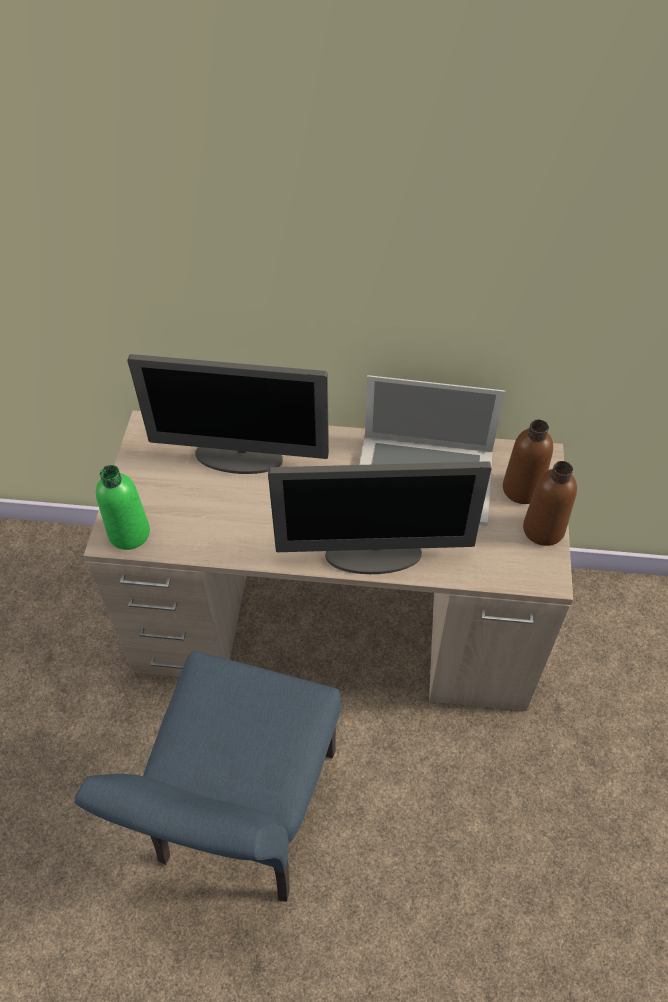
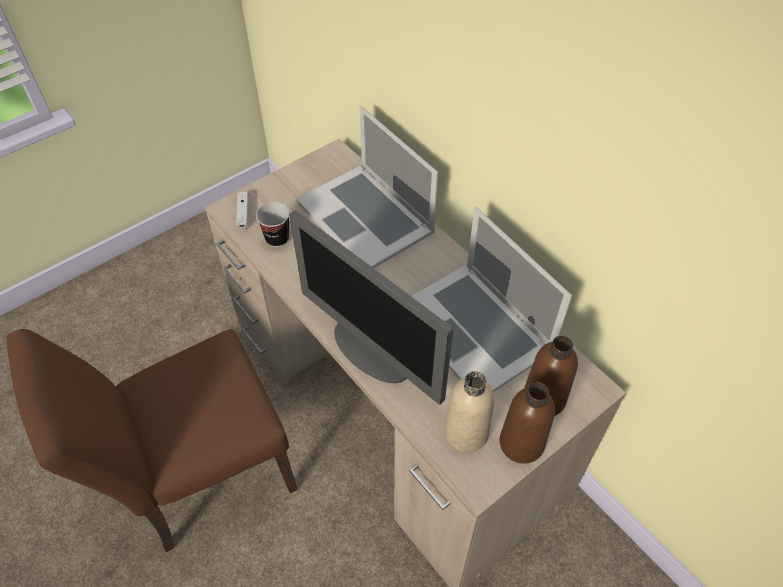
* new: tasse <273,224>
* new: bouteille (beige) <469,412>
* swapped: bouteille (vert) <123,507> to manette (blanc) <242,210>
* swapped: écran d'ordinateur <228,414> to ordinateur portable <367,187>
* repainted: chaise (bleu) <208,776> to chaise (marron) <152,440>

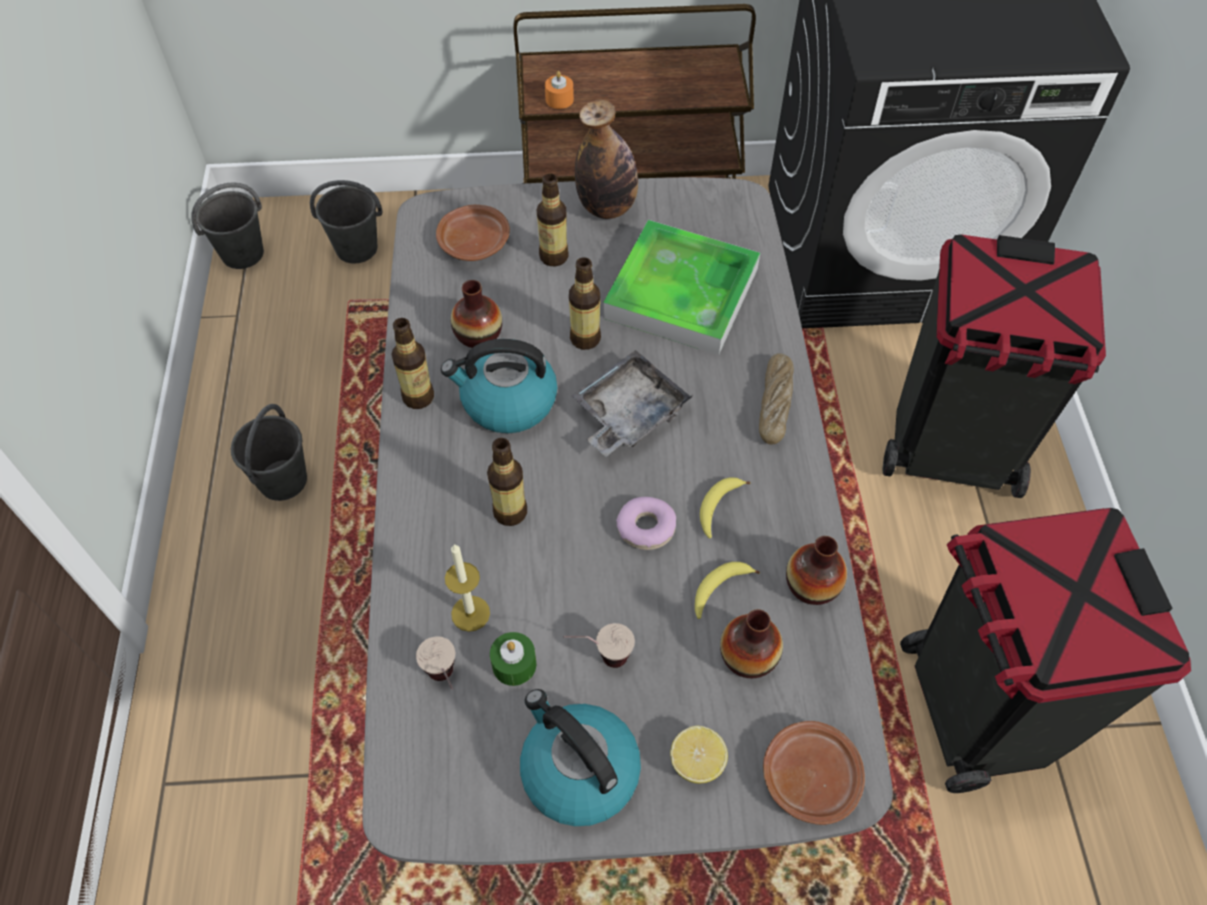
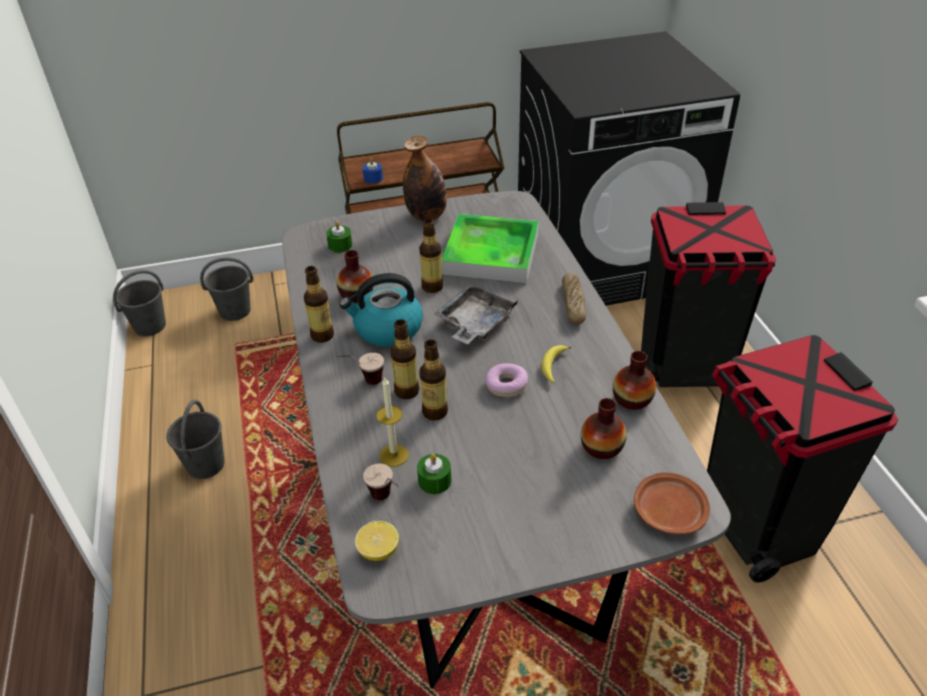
* gone: bouilloire <580,757>
* gone: banane <727,590>
* shifted: bouteille <552,219> to <433,380>
* shifted: tasse <599,645> to <360,369>
* shifted: citron <699,754> to <377,541>
* swapped: assiette (marron) <473,233> to bougie (vert) <339,237>
* repainted: bougie (orange) <559,90> to bougie (bleu) <372,171>

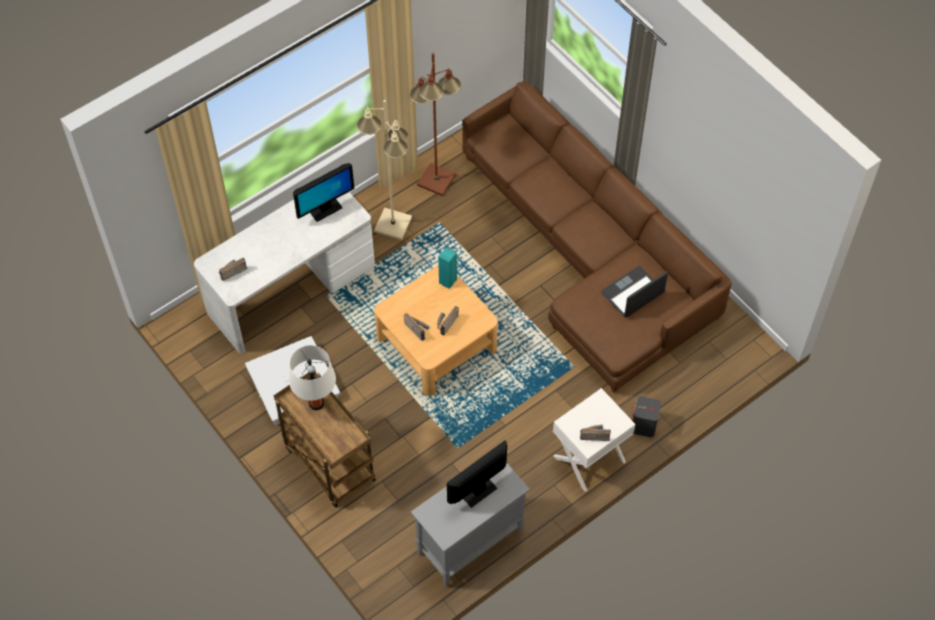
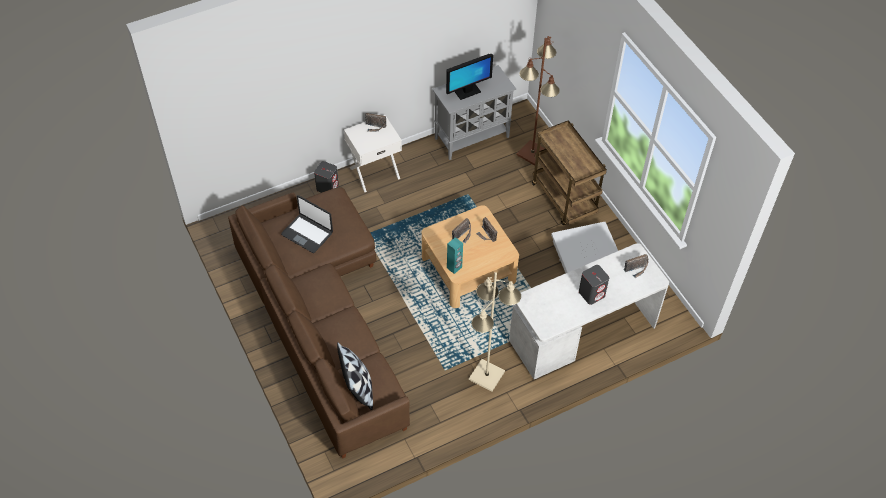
* gone: lampe de table (blanc) <312,377>
* gone: écran d'ordinateur <323,192>
* new: coussin <355,376>
* new: enceinte (gris) <594,285>
* shifted: lampadaire (marron) <435,124> to <538,101>
* rotated: ordinateur portable <634,291> = <307,224> 60 degrees clockwise

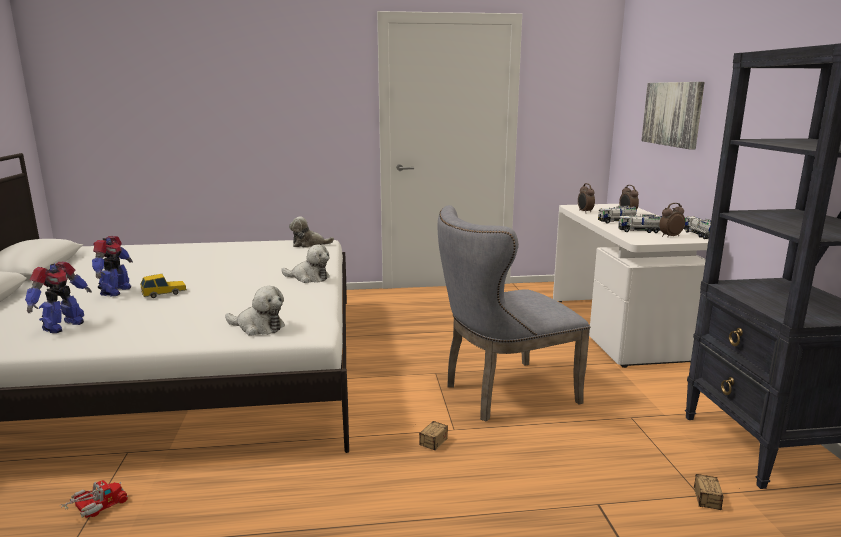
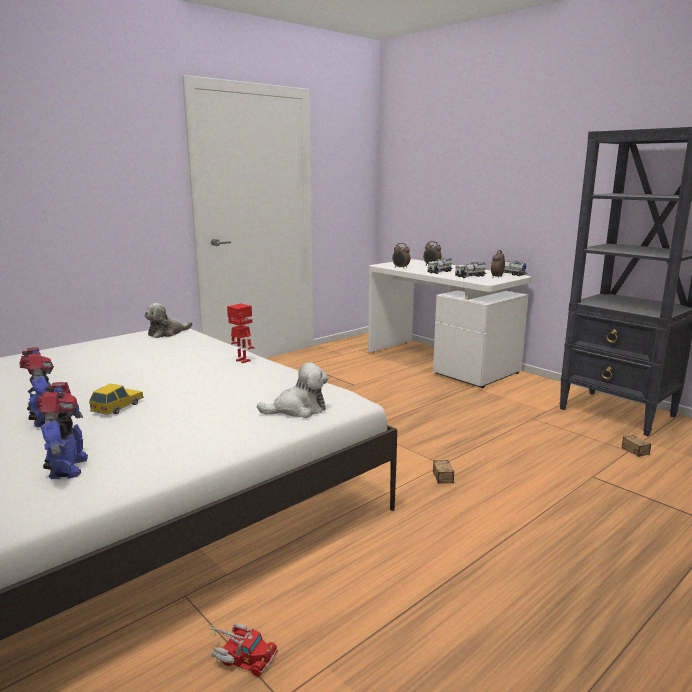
* gone: chaise (gris) <514,313>
* gone: tableau <672,115>
* swapped: peluche <305,263> to robot jouet <240,333>
* rotated: camion jouet <93,499> = <243,650> 105 degrees clockwise

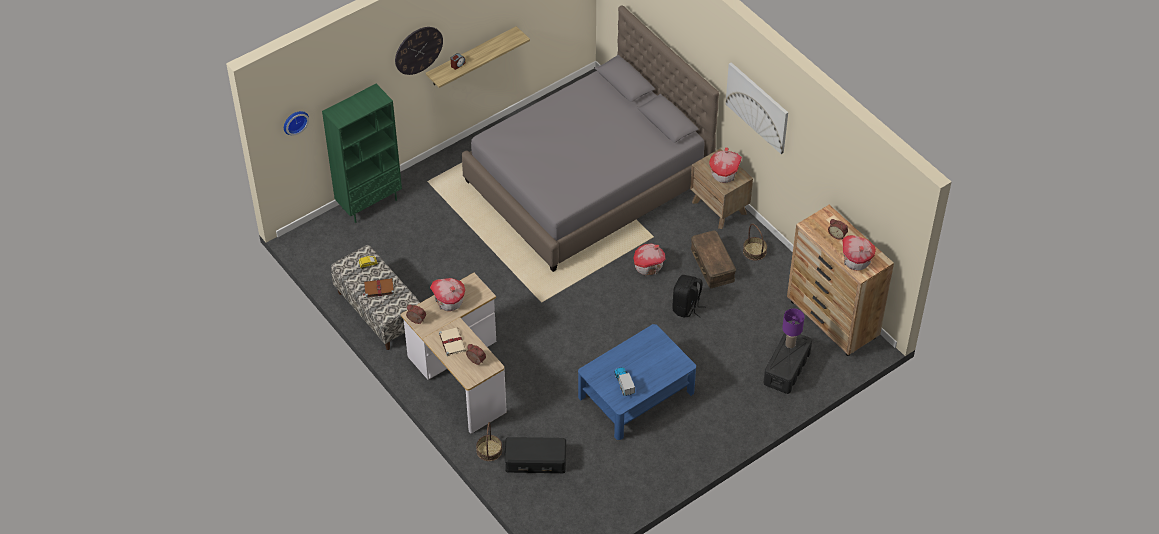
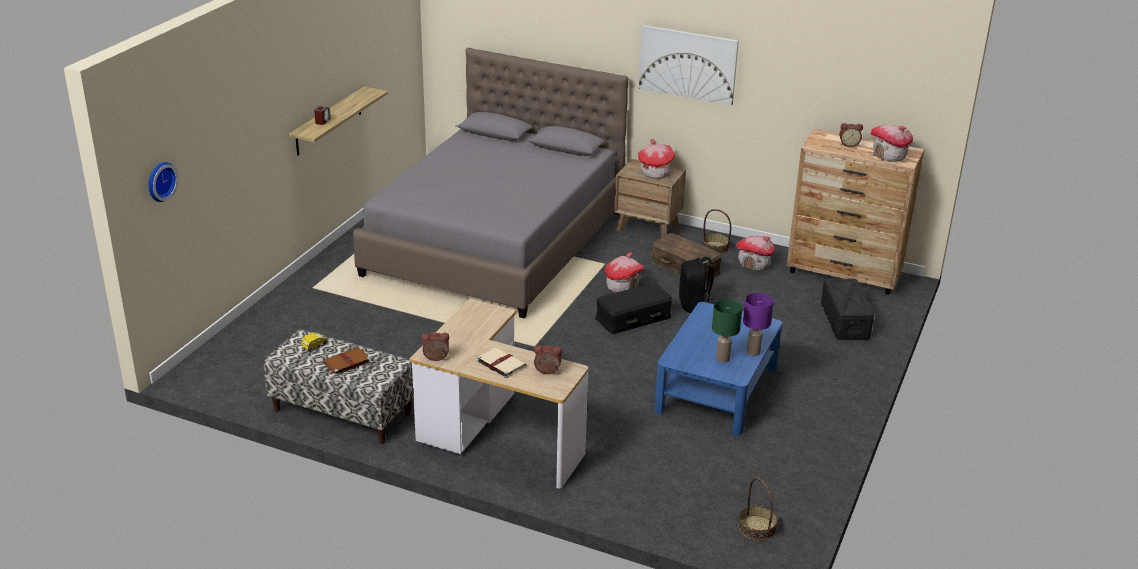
* gone: bibliothèque (vert) <362,153>
* gone: horloge murale <419,51>
* shifted: maison miniature <447,294> to <755,253>
* shifted: panier <489,441> to <758,509>
* shifted: boîte de rangement (noir) <535,455> to <634,308>
* shifted: lampe de table (violet) <793,328> to <758,324>
* swapped: camion jouet <625,381> to lampe de table (vert) <727,331>

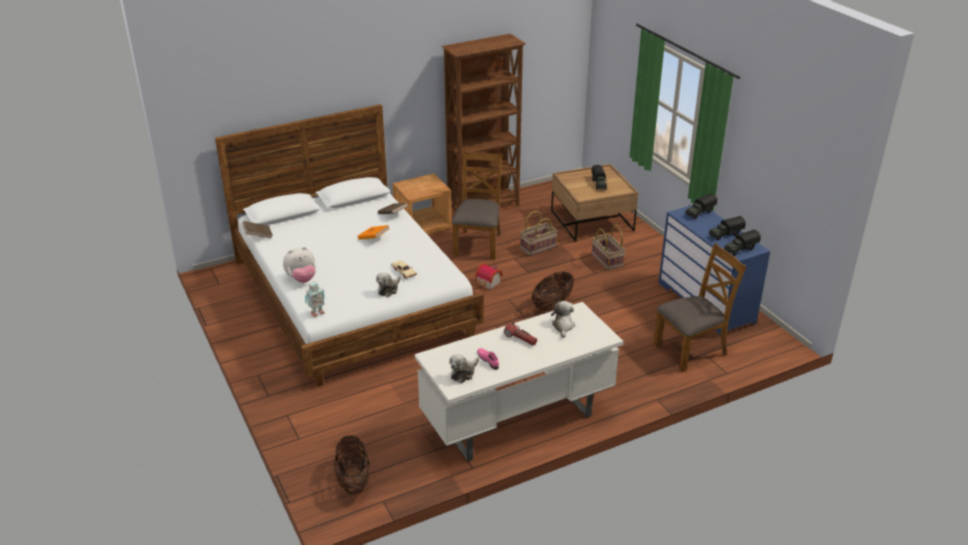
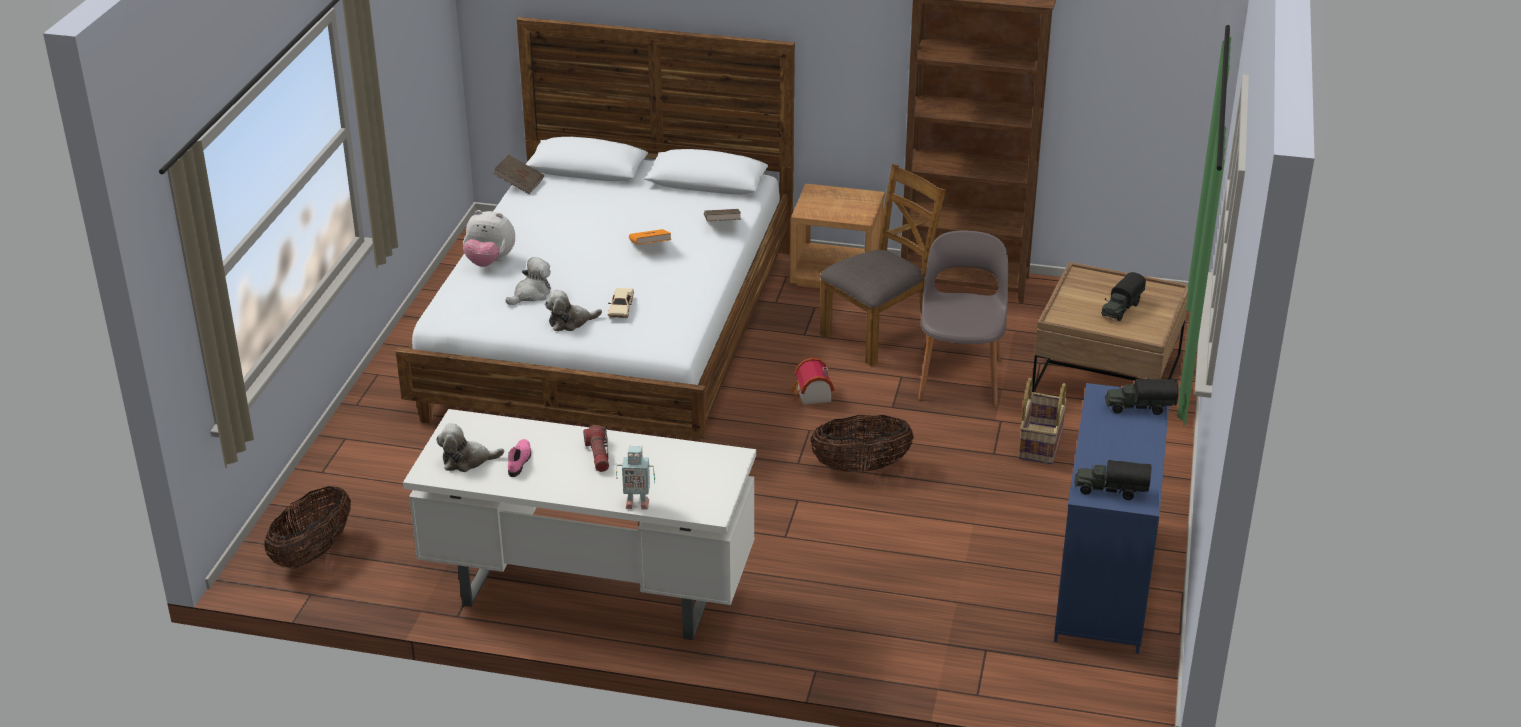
* gone: chaise (marron) <700,307>
* gone: camion jouet <727,228>
* shifted: robot jouet <315,299> to <635,478>
* shifted: peluche <563,319> to <528,281>
* swapped: panier <538,233> to chaise (gris) <963,318>

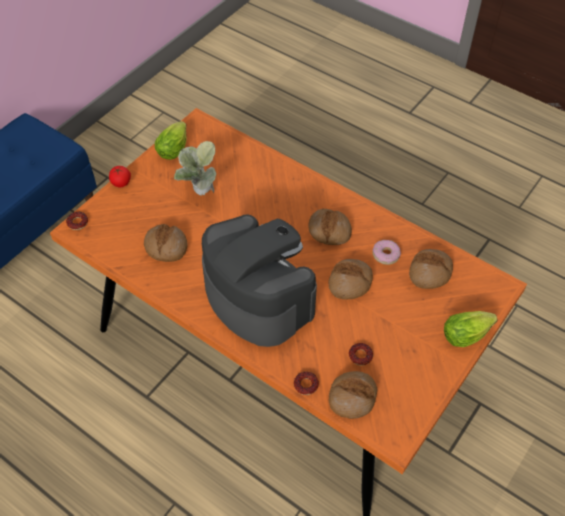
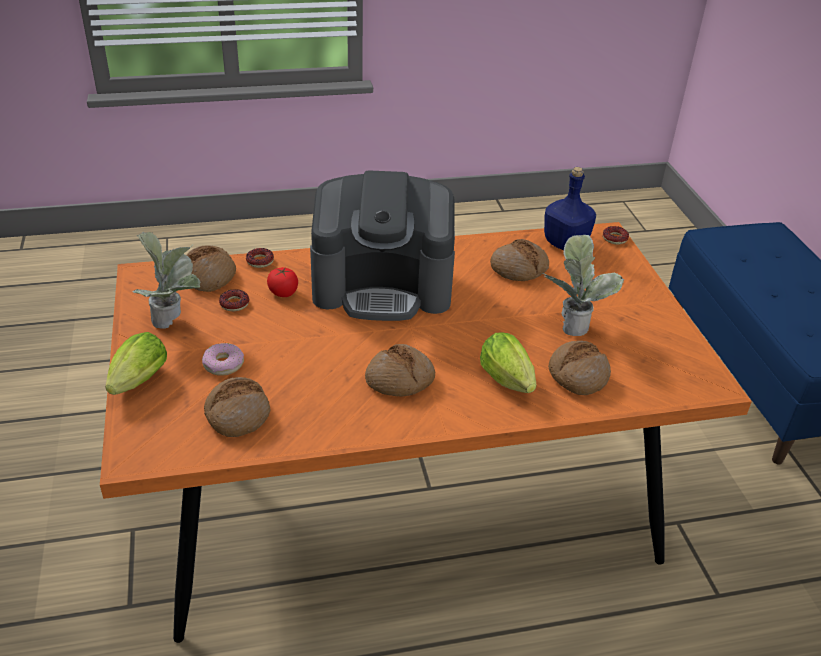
* new: plante en pot <166,280>
* new: bouteille (bleu) <570,208>
* shifted: tomate <120,176> to <282,282>
* shifted: laitue <170,140> to <508,362>
* shifted: pain <351,279> to <579,368>
* shifted: beignet <387,252> to <223,359>

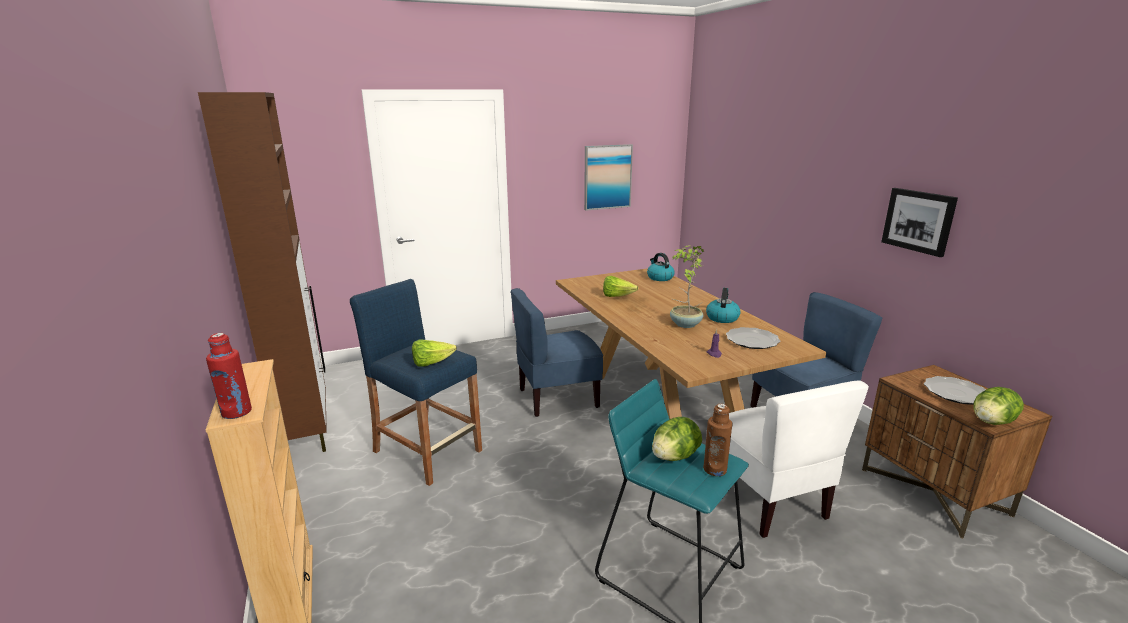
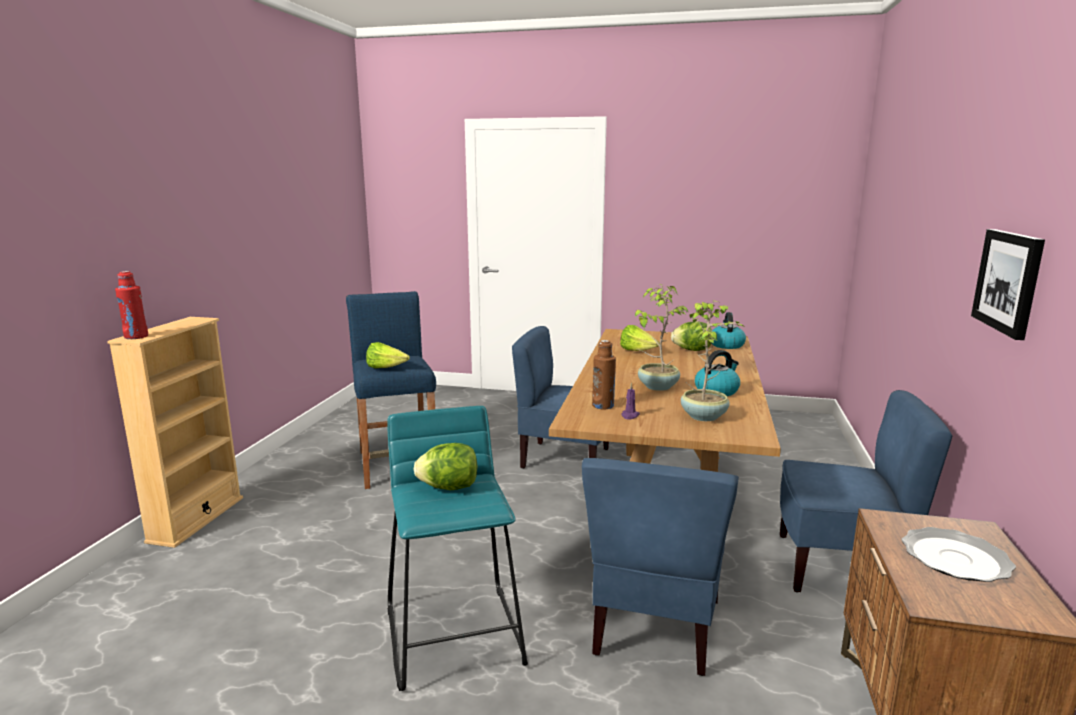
* gone: meuble de rangement (marron) <262,272>
* gone: tableau <608,177>
* shifted: bouteille (marron) <718,440> to <604,375>
* shifted: laitue <998,406> to <691,336>
* swapped: assiette <753,338> to plante en pot <713,360>
* repainted: chaise (blanc) <799,459> to chaise (bleu) <660,567>

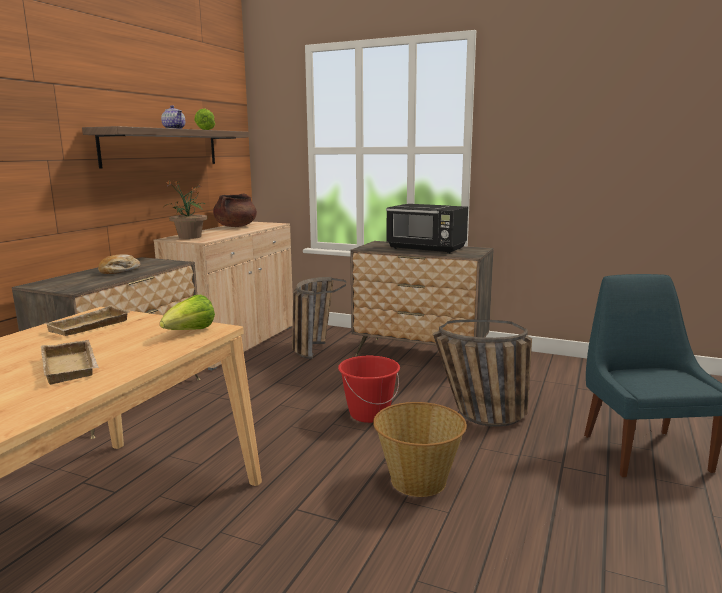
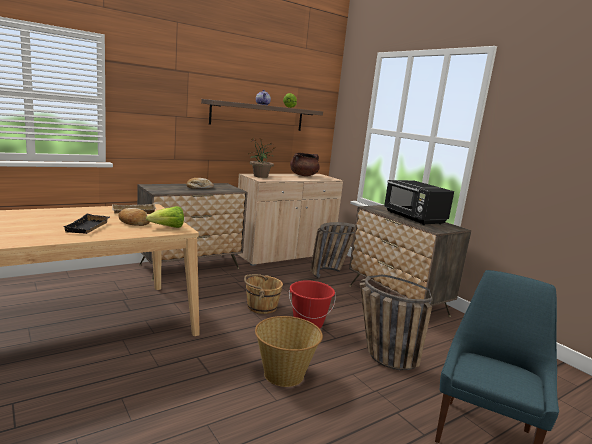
* new: pain <134,217>
* new: seau (marron) <263,294>
* repainted: plateau (beige) <70,362> to plateau (noir) <86,224>

